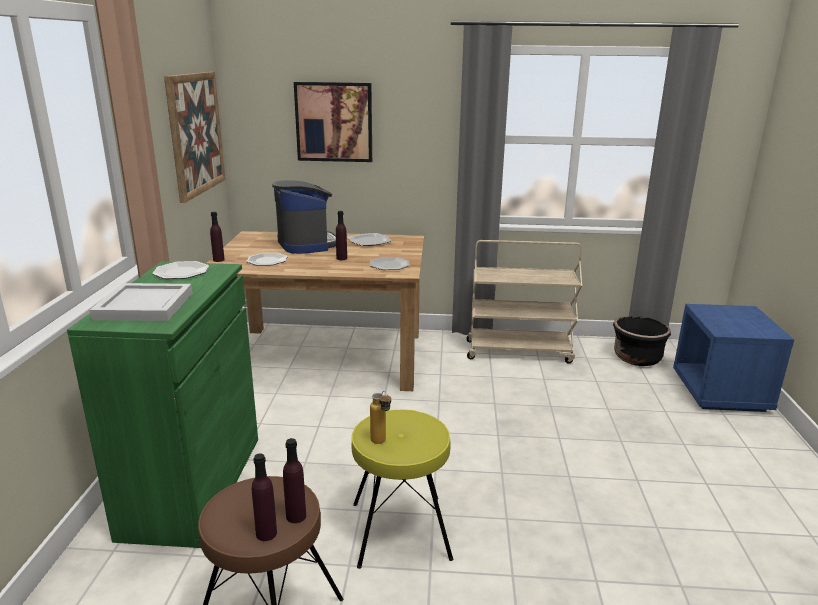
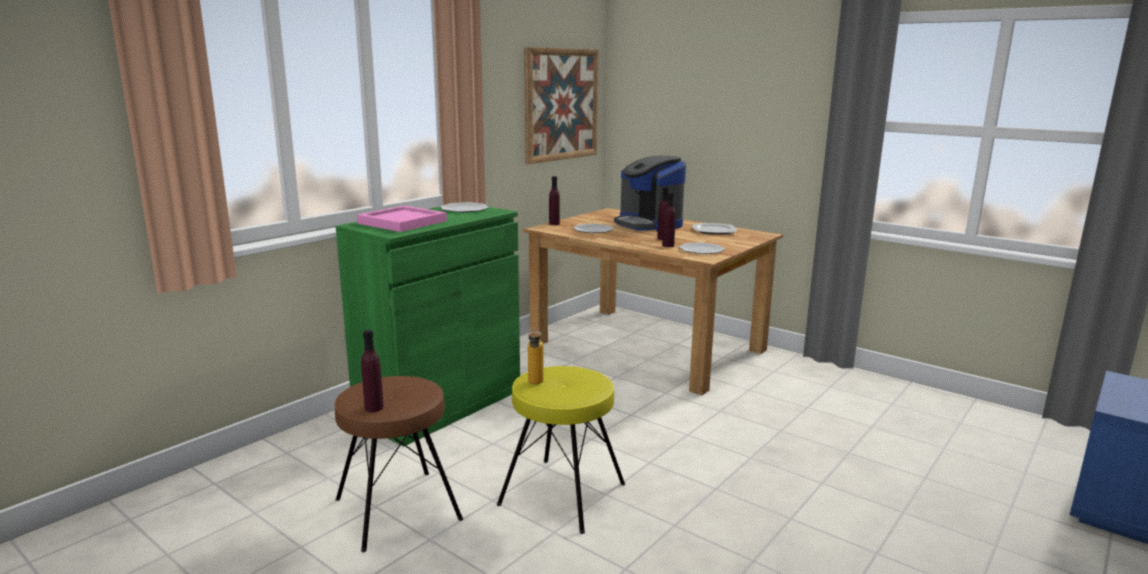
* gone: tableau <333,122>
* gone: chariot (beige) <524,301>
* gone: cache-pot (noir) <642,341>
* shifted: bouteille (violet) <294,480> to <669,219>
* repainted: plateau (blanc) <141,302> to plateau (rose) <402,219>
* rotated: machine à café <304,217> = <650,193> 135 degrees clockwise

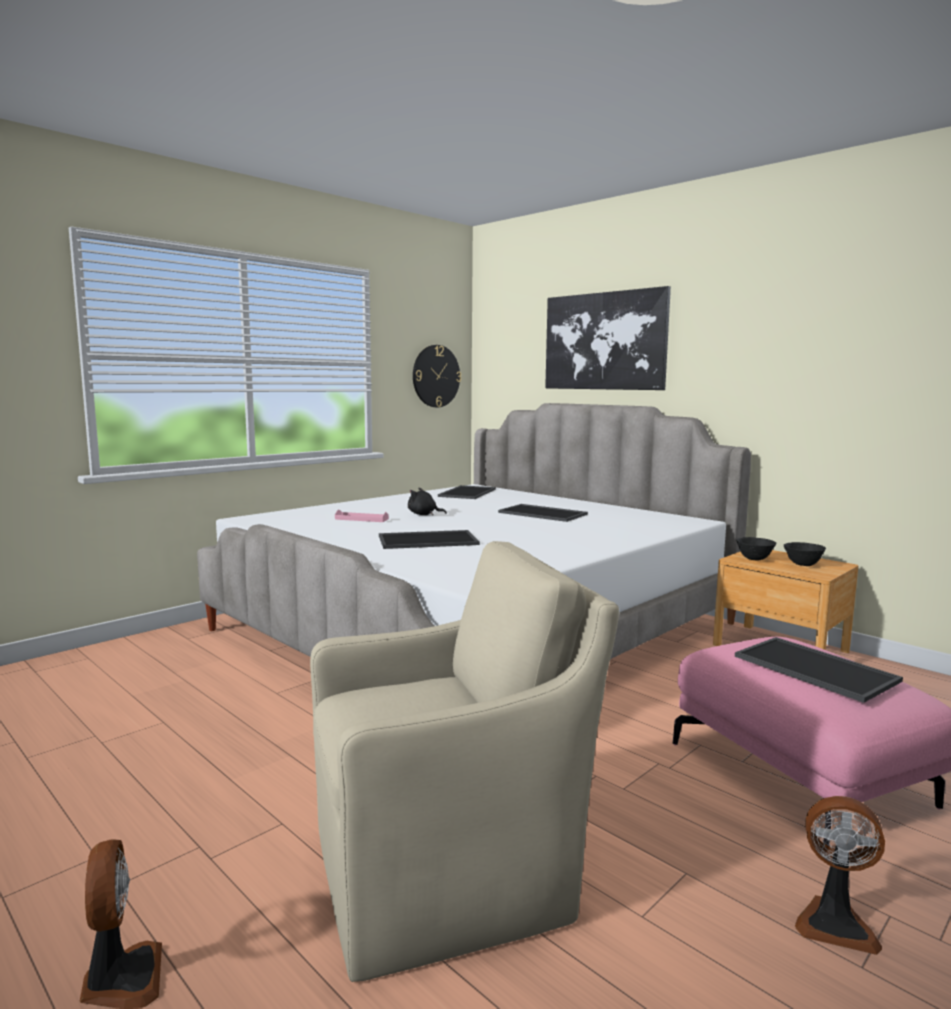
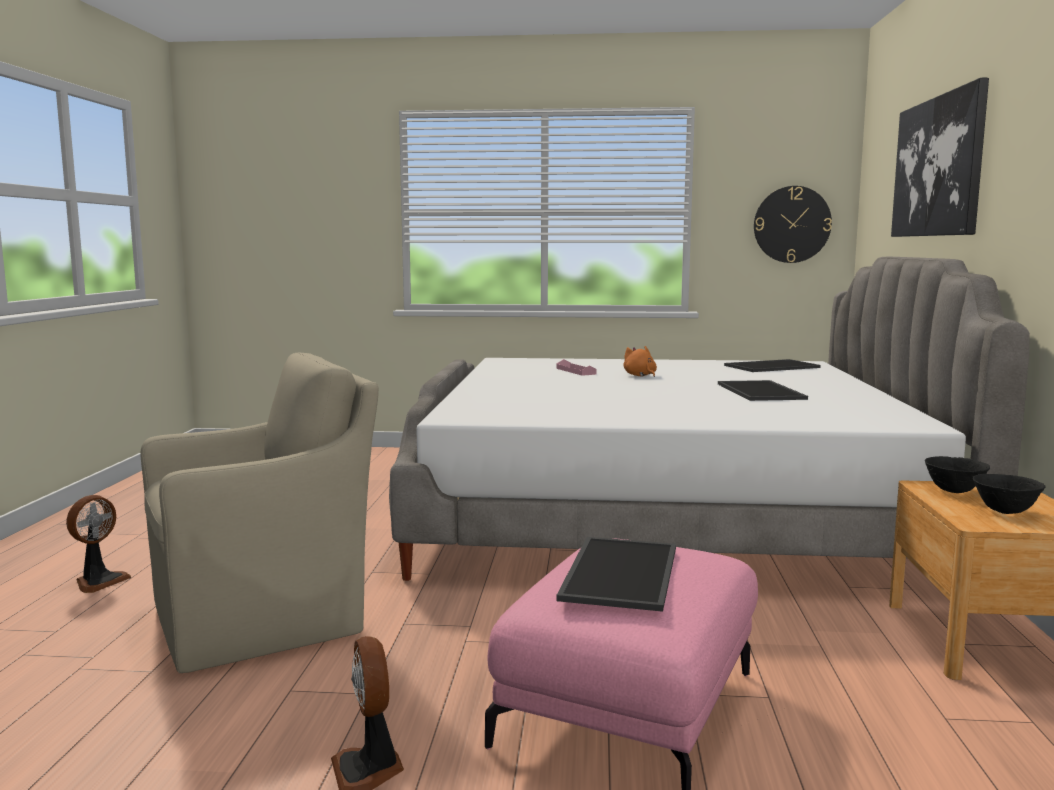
* gone: plateau <429,539>
* repainted: peluche (noir) <427,501> to peluche (orange) <640,361>
* rotated: fauteuil (beige) <464,761> = <260,512> 60 degrees counterclockwise

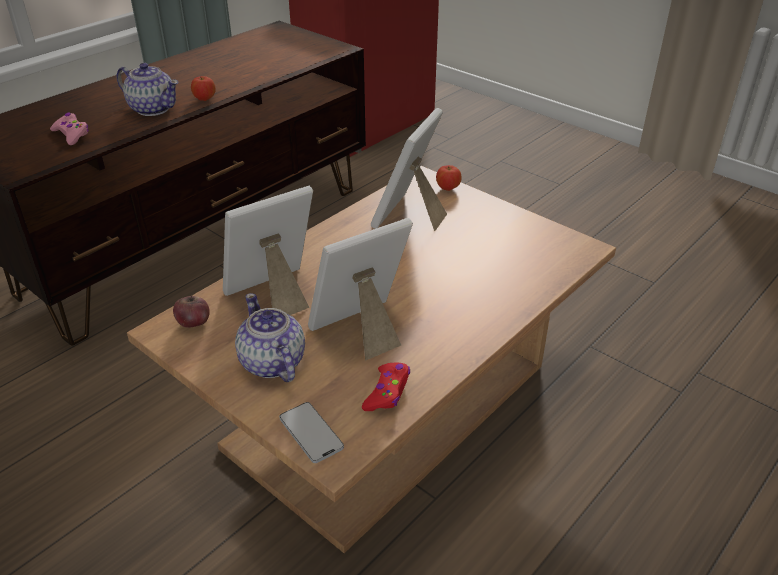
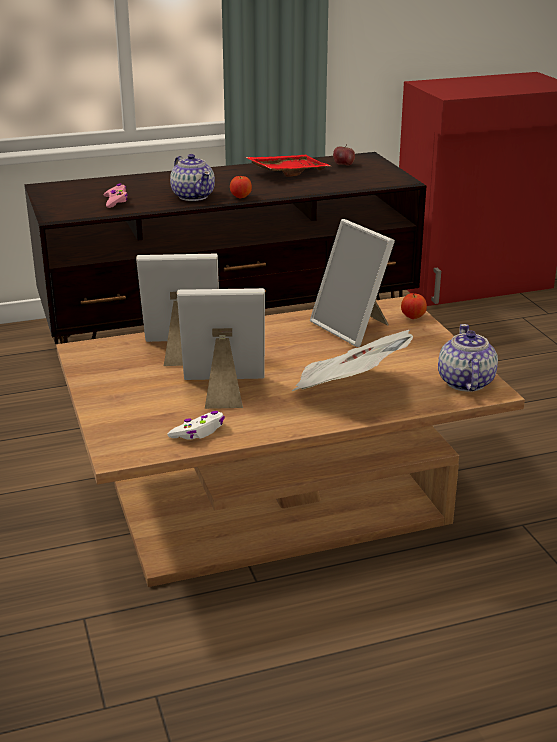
* gone: téléphone <311,432>
* new: plateau (rouge) <288,165>
* new: journal <352,360>
* shifted: pomme <191,311> to <344,154>
* shifted: théière <270,337> to <468,358>
* repainted: manette (rouge) <386,387> to manette (blanc) <196,425>
* rotated: cadre photo <409,169> = <352,283> 90 degrees counterclockwise

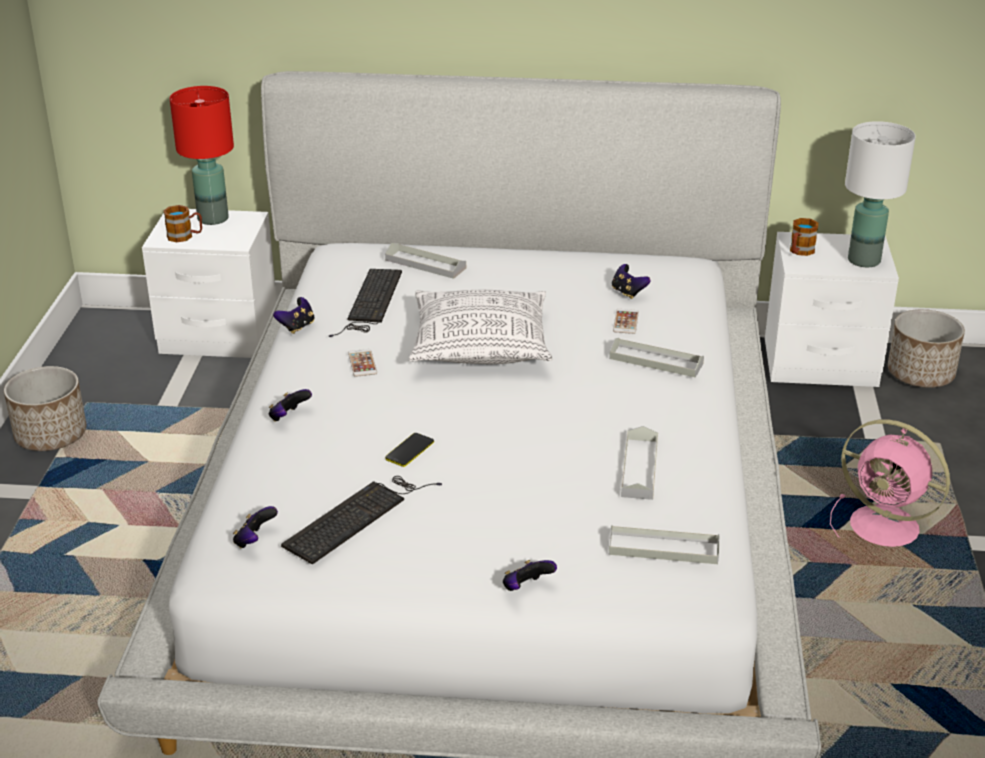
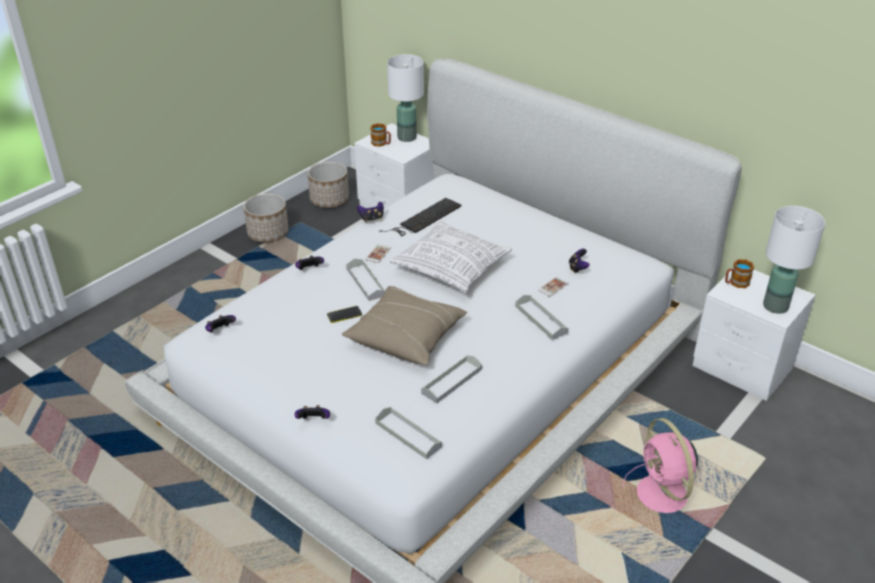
* gone: clavier <361,520>
* new: coussin (beige) <405,325>
* shifted: plateau (gris) <425,261> to <365,280>
* shifted: cache-pot <926,348> to <328,185>
* repainted: lampe de table (rouge) <202,155> to lampe de table (blanc) <405,98>

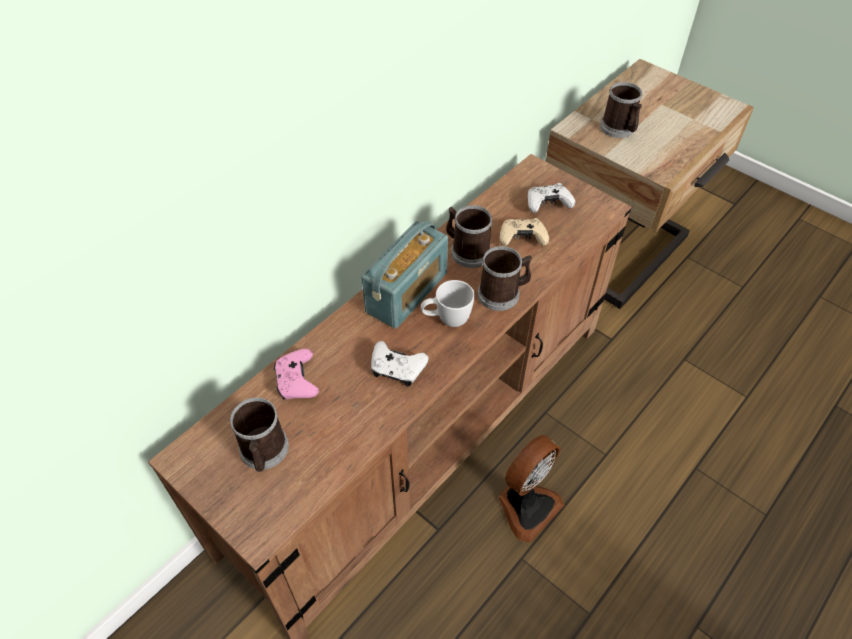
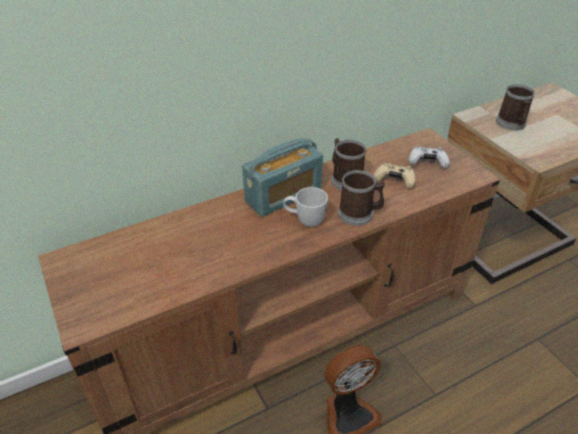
* gone: mug <259,434>
* gone: manette (rose) <296,374>
* gone: manette (blanc) <399,363>

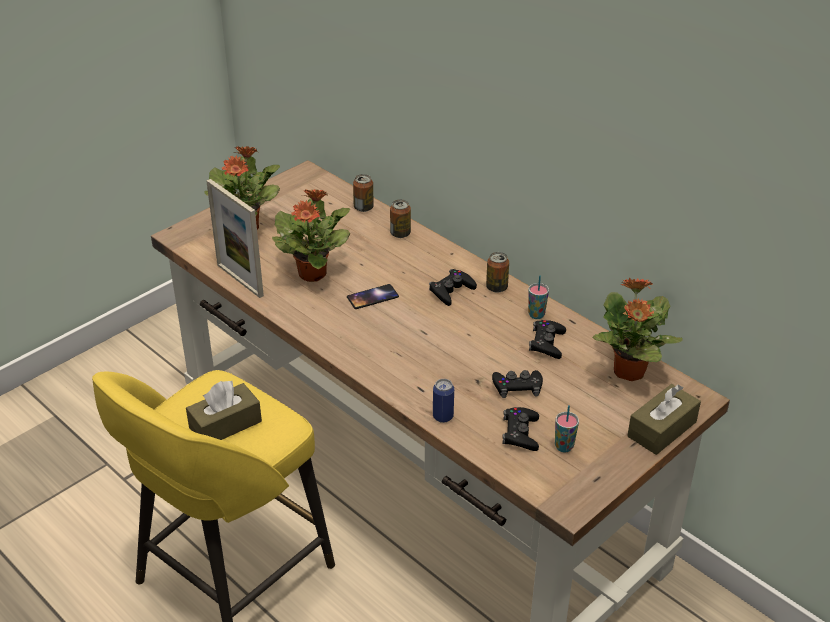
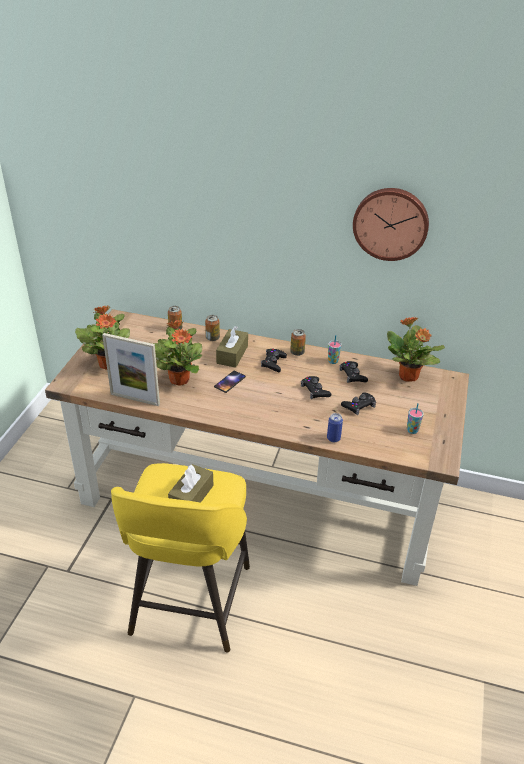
* new: horloge murale <391,224>
* shifted: manette (noir) <520,429> to <316,387>
* shifted: boîte à mouchoirs (marron) <664,419> to <232,347>

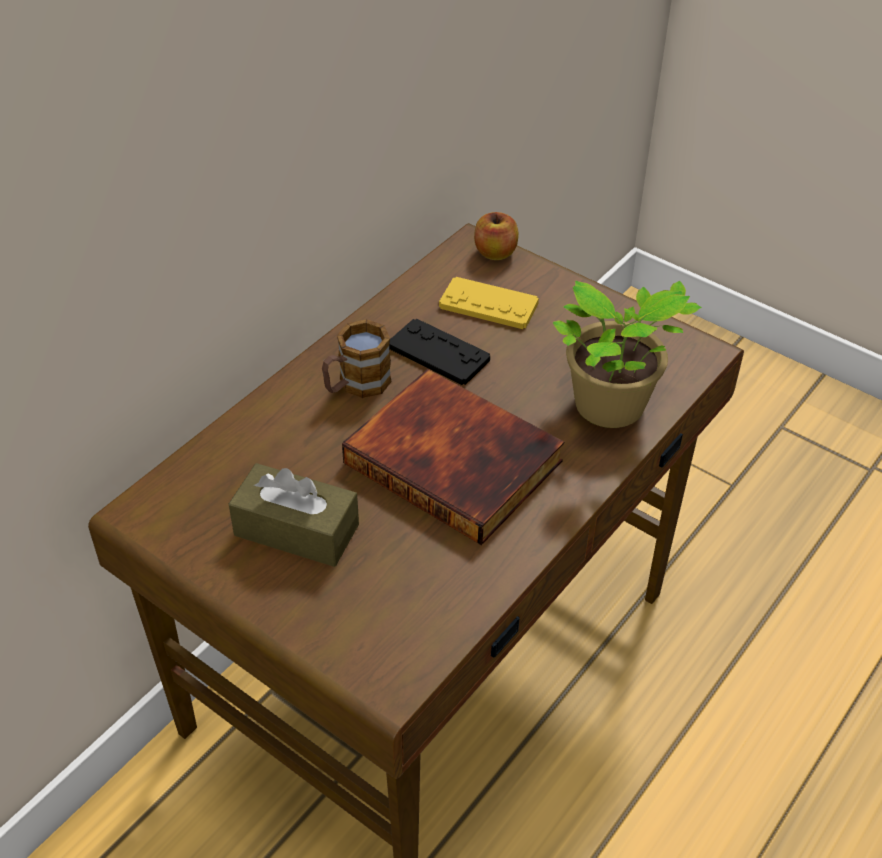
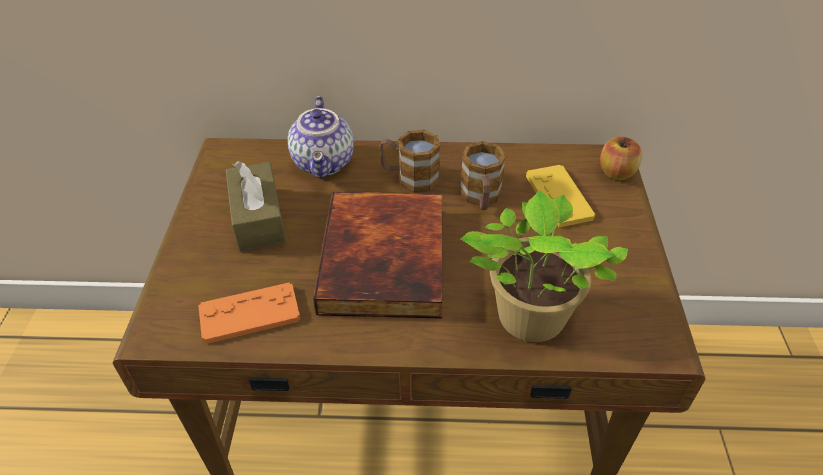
* new: manette (orange) <249,313>
* new: théière <321,137>
* swapped: manette (noir) <439,351> to mug <482,175>

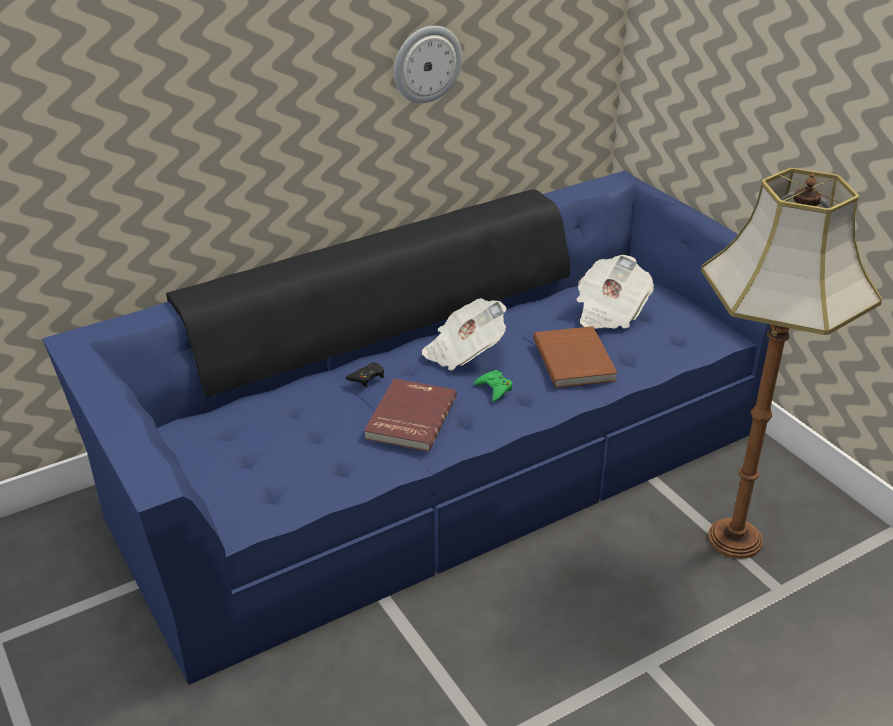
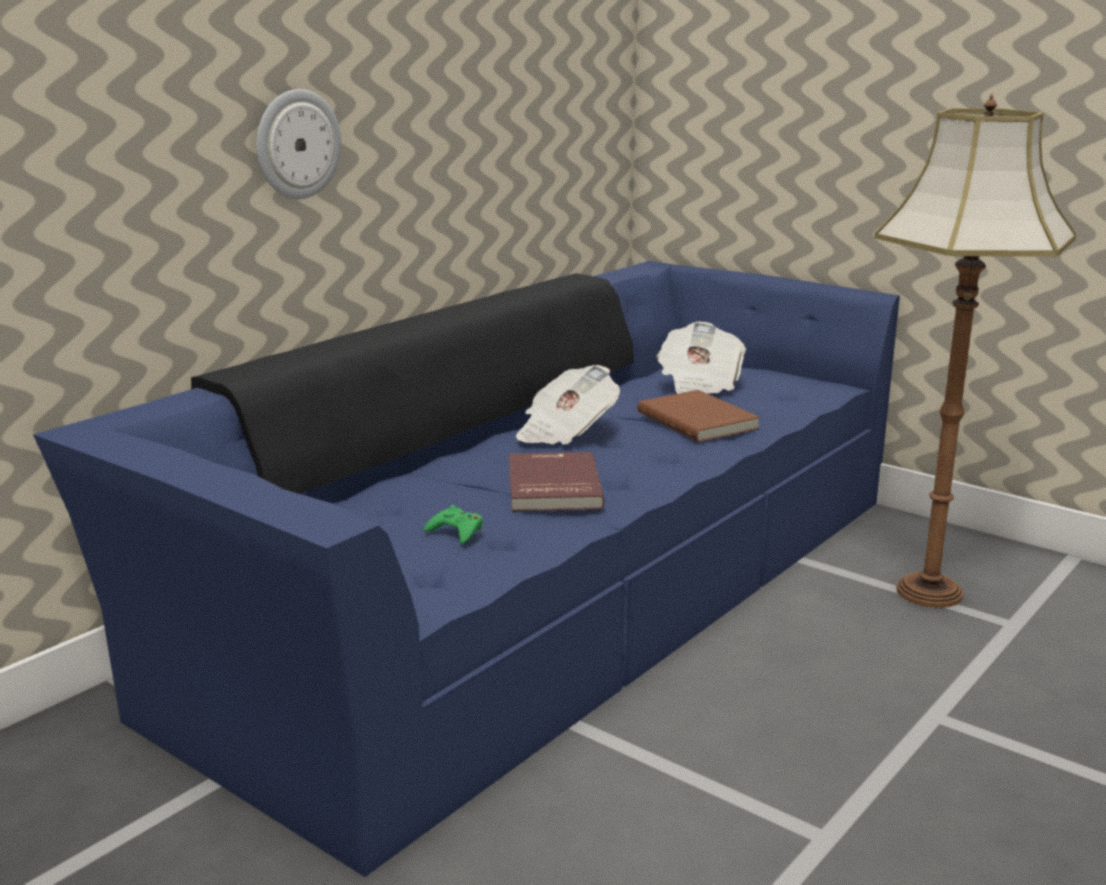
* gone: manette (noir) <364,375>
* shifted: horloge murale <428,64> to <298,144>
* shifted: manette (vert) <493,386> to <453,524>

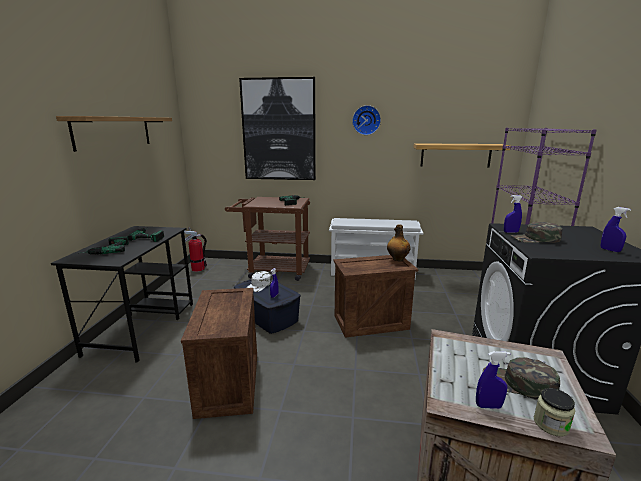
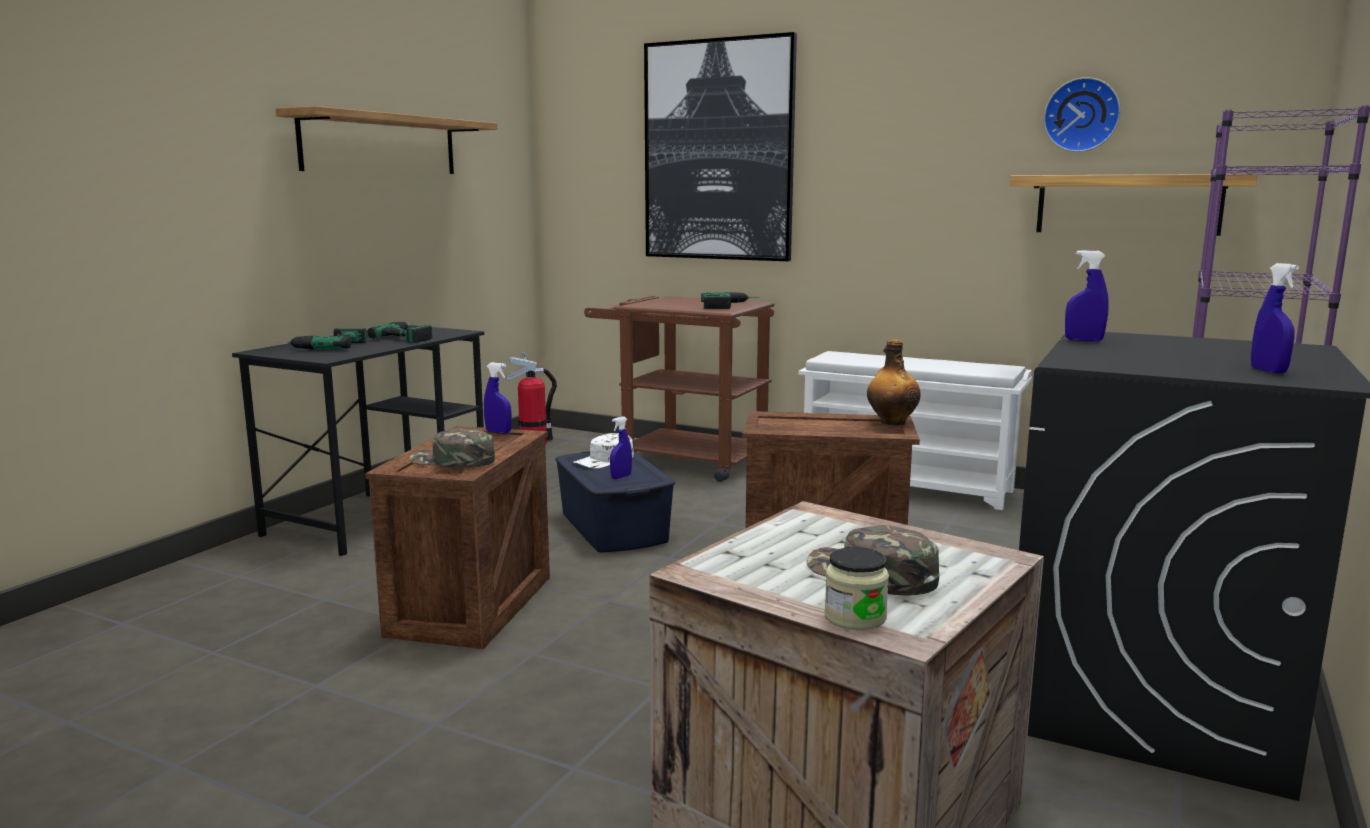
* shifted: horloge murale <366,120> to <1082,114>
* shifted: vaporisateur (bleu) <493,380> to <498,397>
* shifted: casquette (vert) <536,232> to <452,448>

